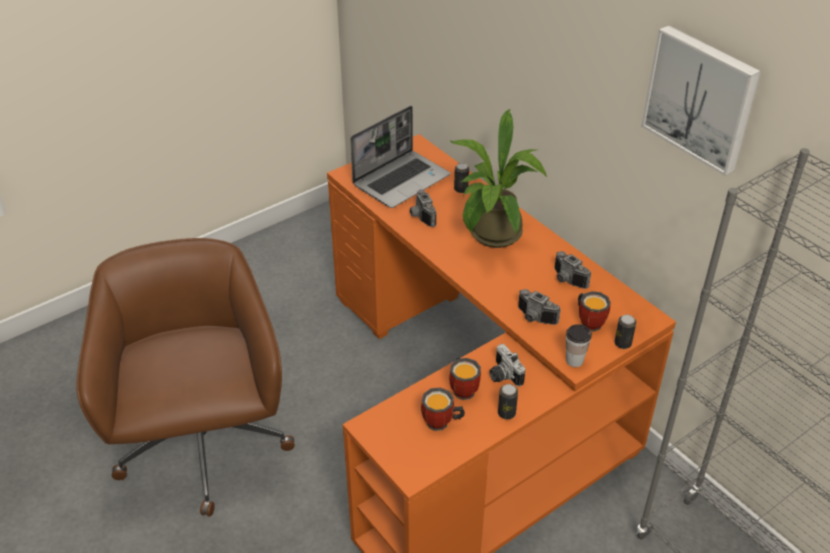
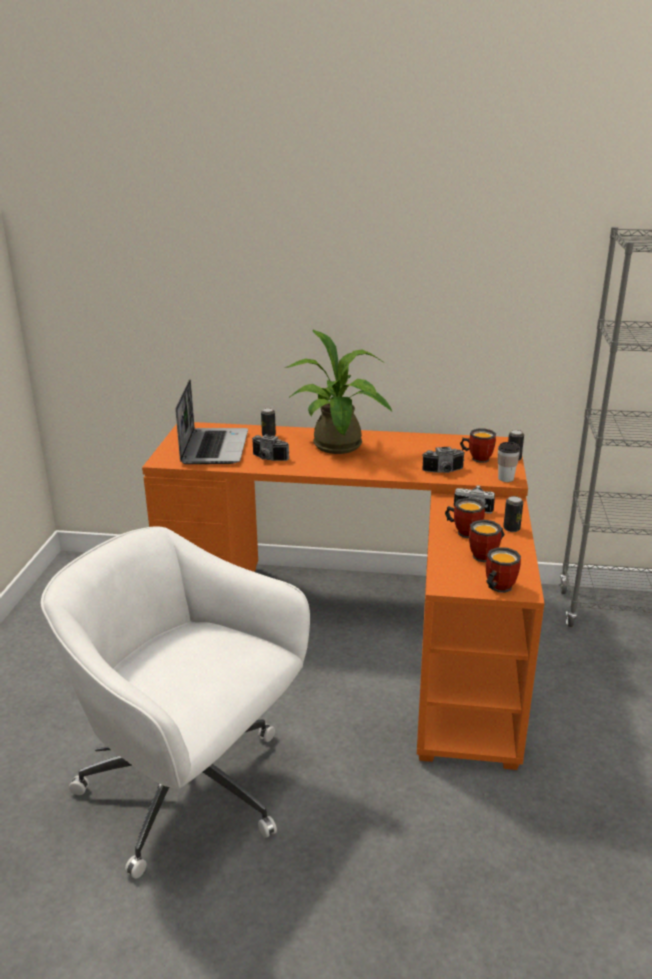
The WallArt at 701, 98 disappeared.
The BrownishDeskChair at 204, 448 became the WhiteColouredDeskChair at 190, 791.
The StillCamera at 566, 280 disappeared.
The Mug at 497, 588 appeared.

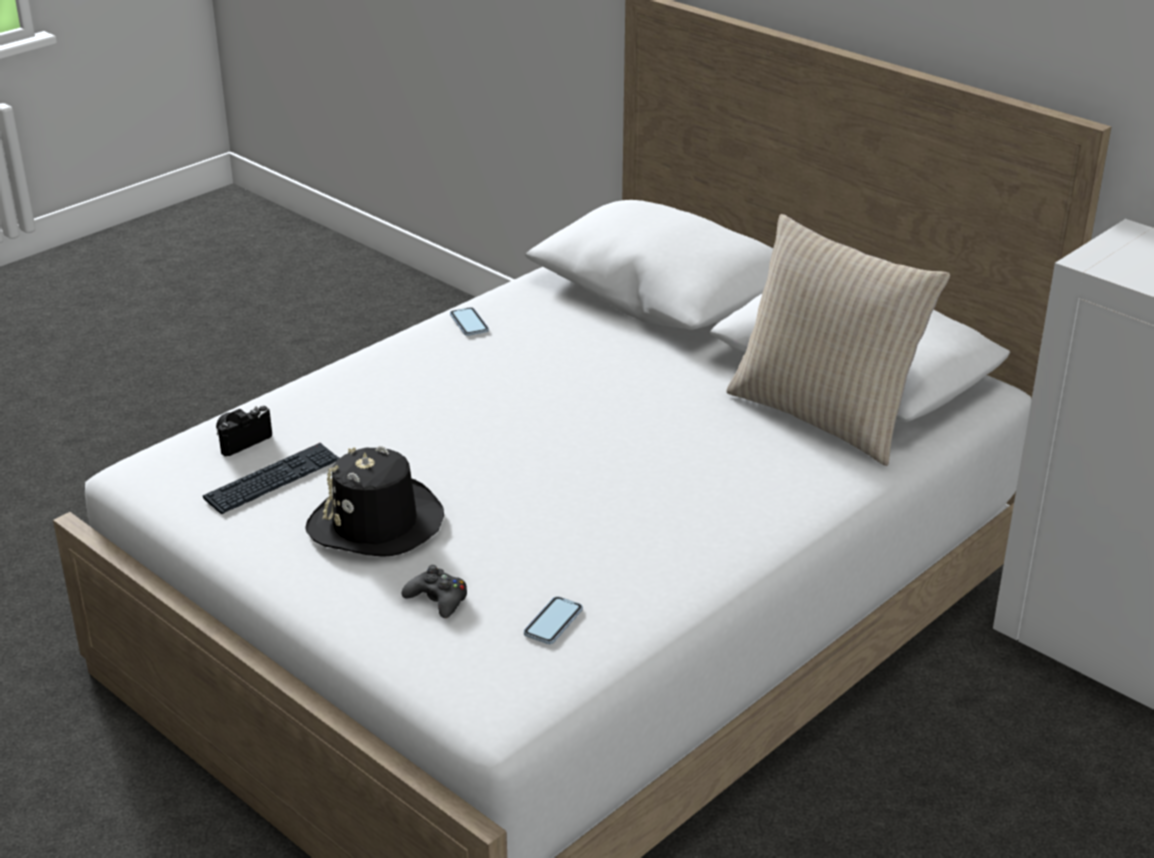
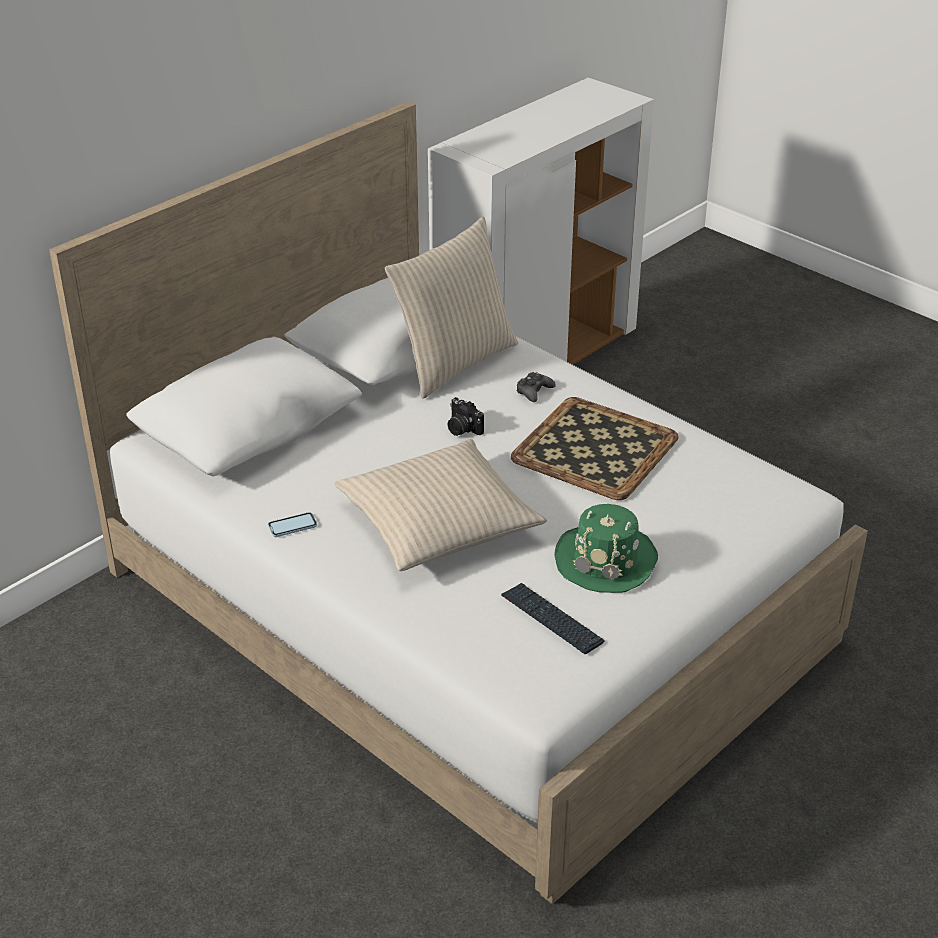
The StillCamera moved from 241, 440 to 462, 428.
The BlackishWearableHat at 375, 523 became the GreenishWearableHat at 606, 560.
The BlackishJoypad moved from 438, 599 to 534, 391.
The Phone at 553, 622 disappeared.
The Tray at 594, 447 appeared.
The BeigeColouredPillow at 438, 521 appeared.

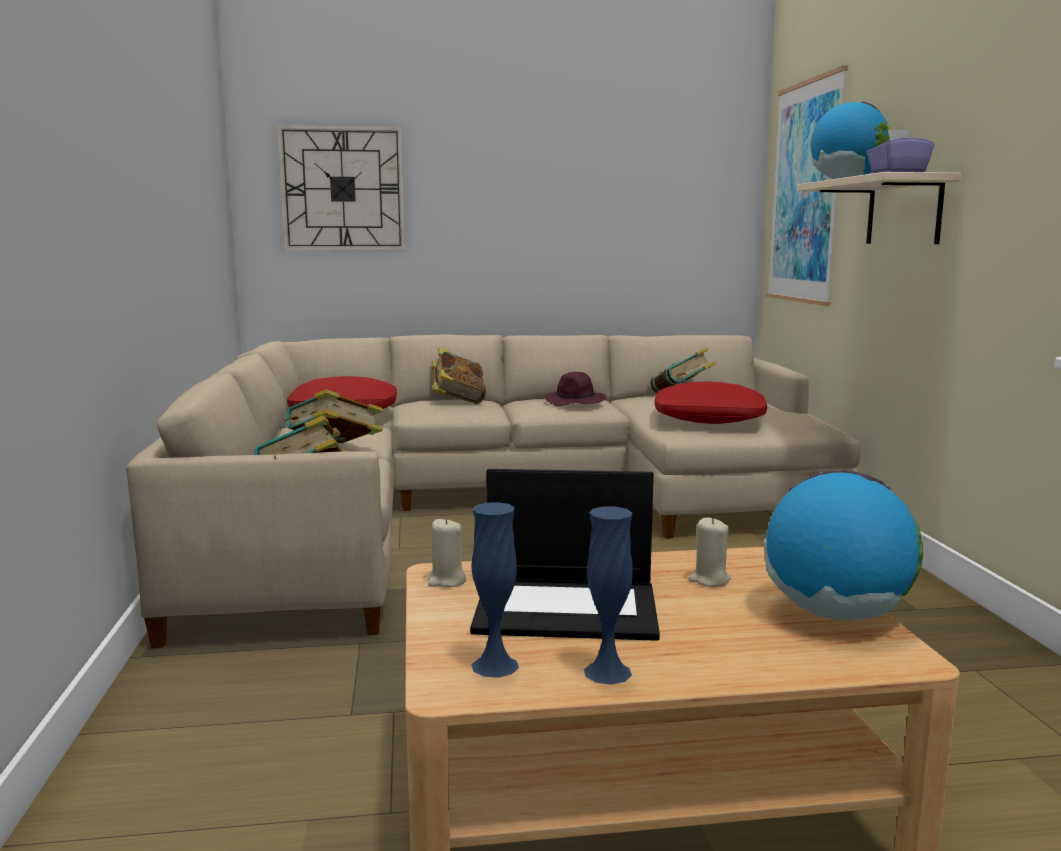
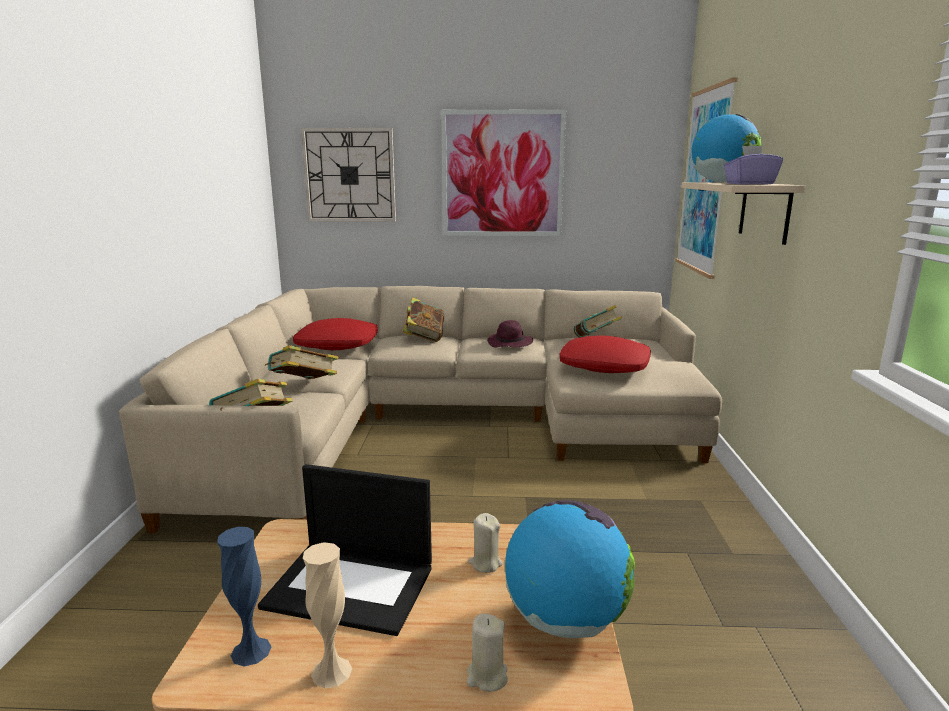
The BlueVase at 607, 672 became the BeigeColouredVase at 331, 671.
The BeigeColouredWaxLight moved from 446, 581 to 487, 676.
The WallArt at 502, 174 appeared.

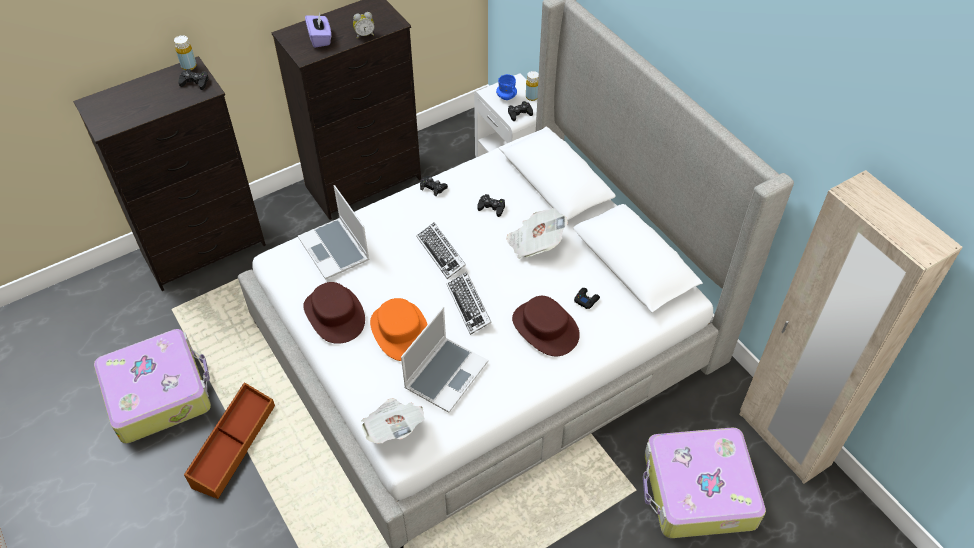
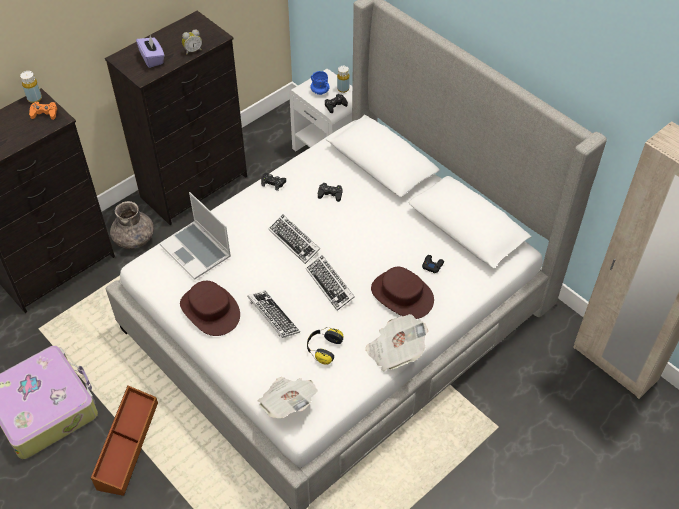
The BlackishJoypad at 195, 82 became the OrangeColouredJoypad at 44, 113.
The Newspaper moved from 535, 243 to 395, 351.
The OrangeColouredWearableHat at 400, 331 was replaced by the PcKeyboard at 273, 316.
The NotebookComputer at 446, 374 was replaced by the PairOfHeadphones at 323, 348.
The TravelCase at 698, 491 disappeared.
The GrayVase at 134, 238 appeared.

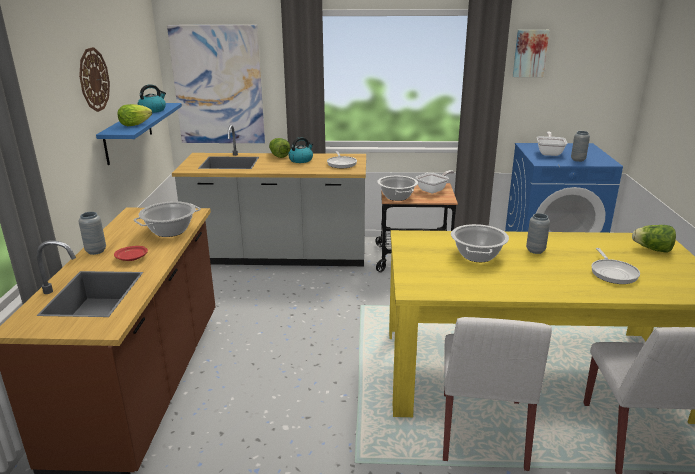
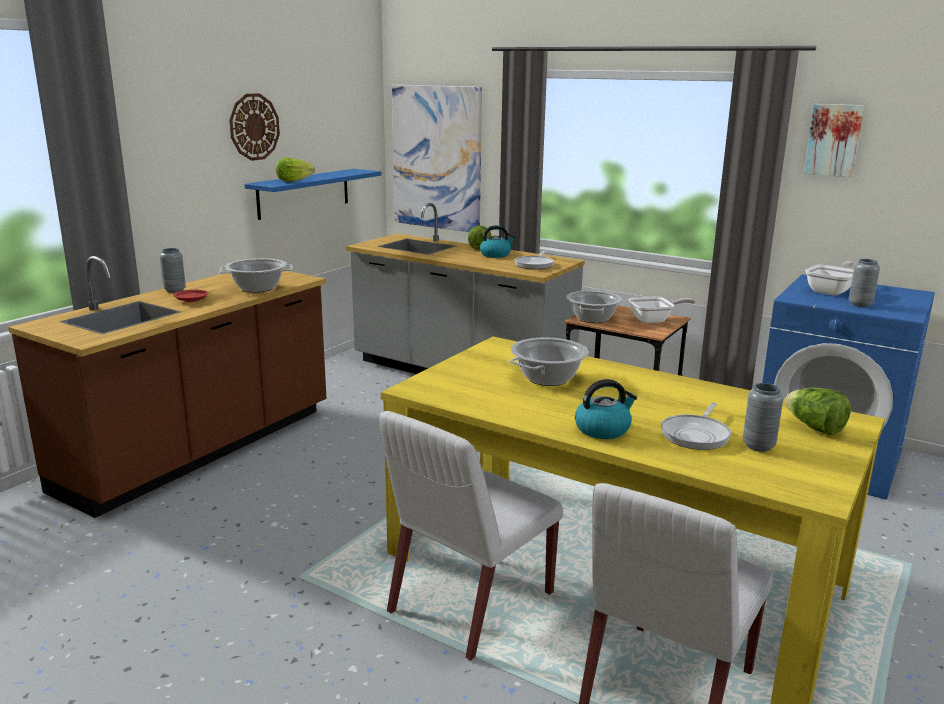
The TeaKettle moved from 153, 110 to 603, 429.
The GrayVase moved from 535, 250 to 758, 446.

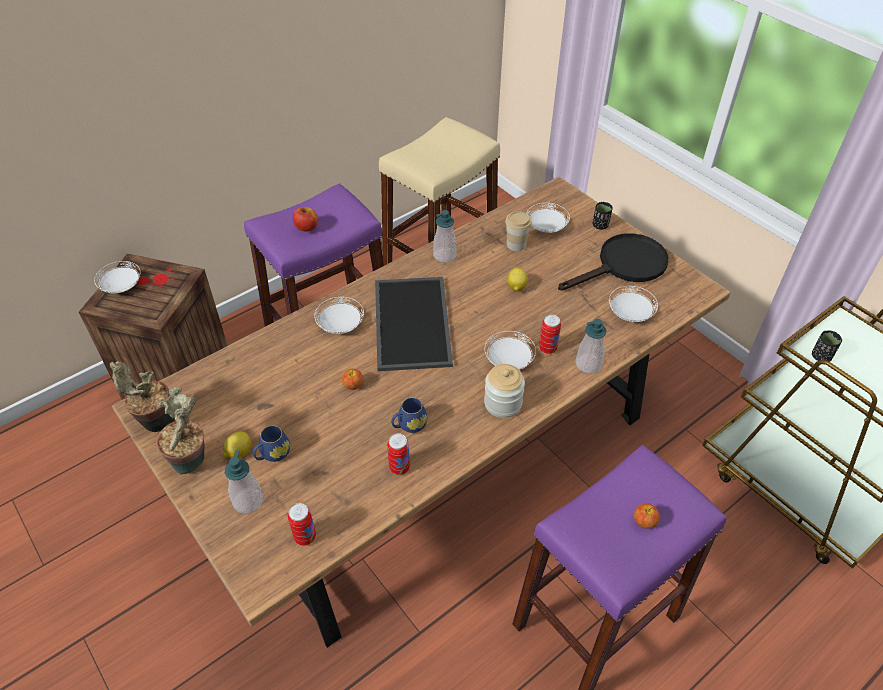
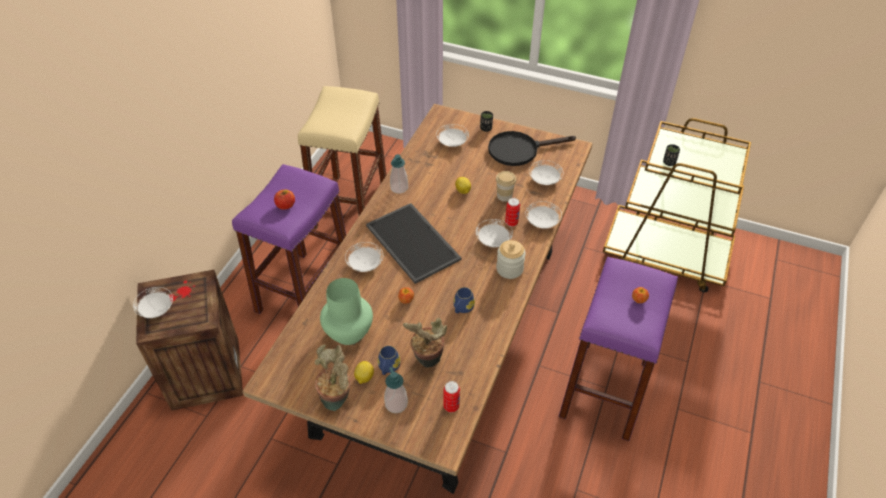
The DrinkingCup moved from 516, 244 to 504, 196.
The BlackishSkillet at 624, 266 turned 135 degrees counterclockwise.
The SoapDispenser at 588, 364 was replaced by the WhiteColouredDinnerPlate at 542, 222.
The Houseplant moved from 156, 423 to 427, 361.
The Can at 399, 468 disappeared.
The GreenishVase at 348, 332 appeared.

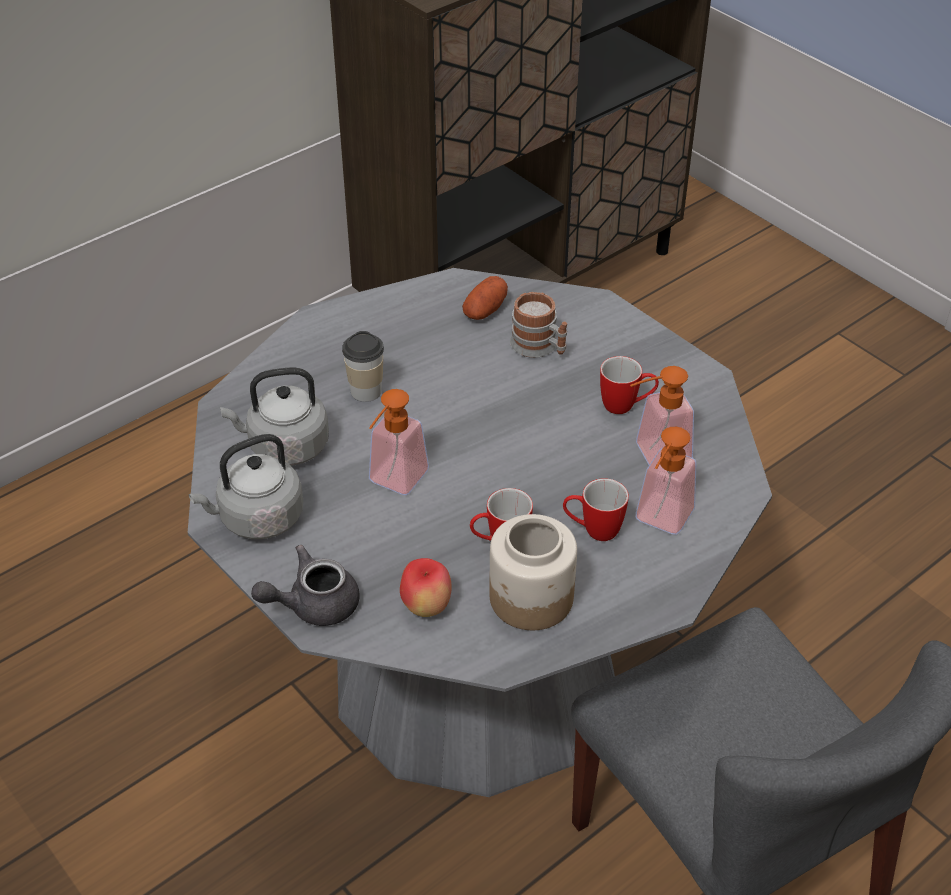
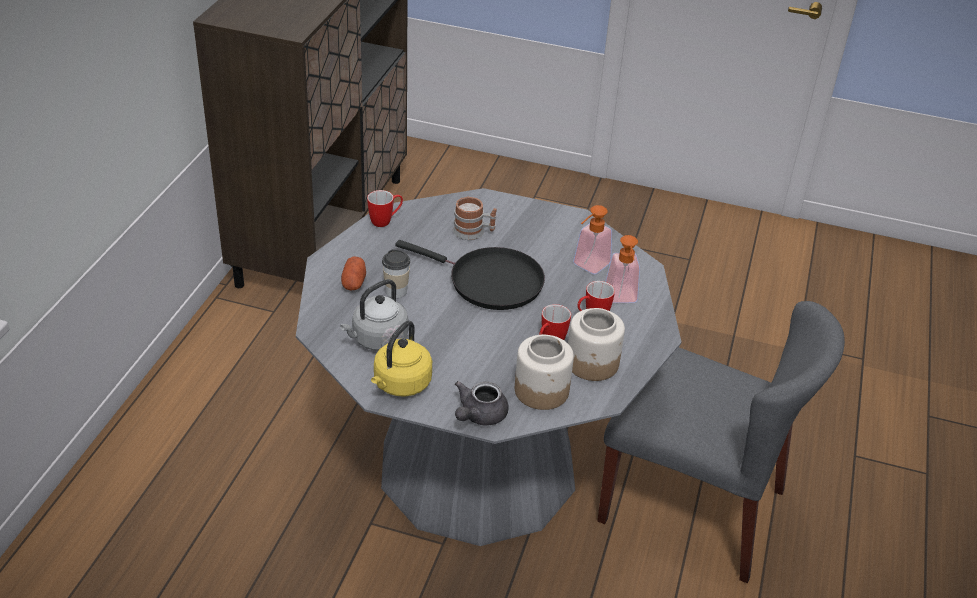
The Spud moved from 485, 310 to 354, 282.
The Mug moved from 626, 406 to 385, 221.
The SoapDispenser at 393, 483 disappeared.
The GrayTeaKettle at 257, 518 became the YellowishTeaKettle at 400, 384.
The Apple at 426, 606 was replaced by the PreserveJar at 542, 390.
The BlackishSkillet at 490, 282 appeared.

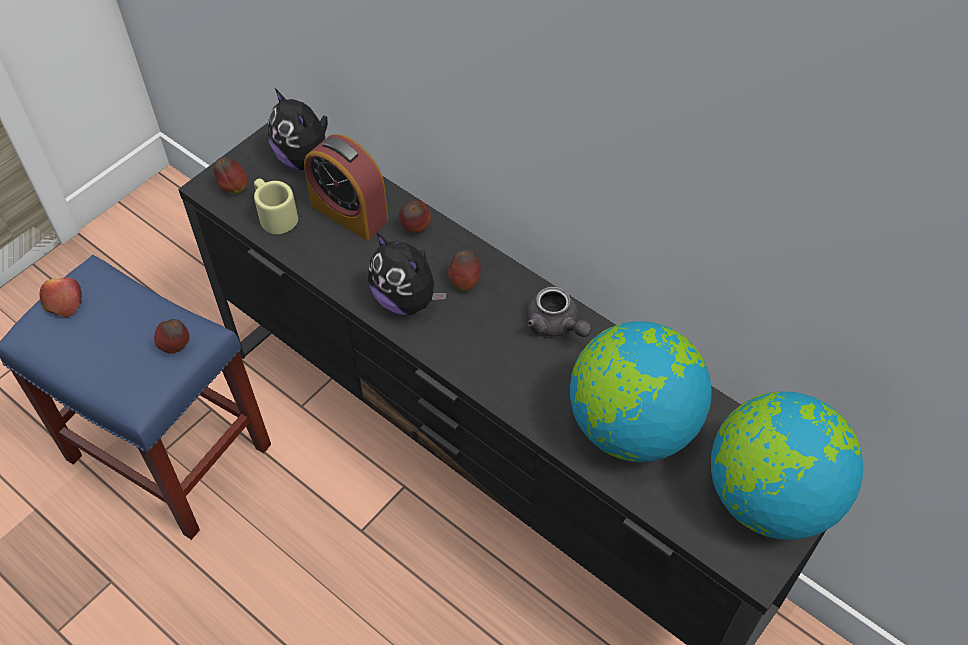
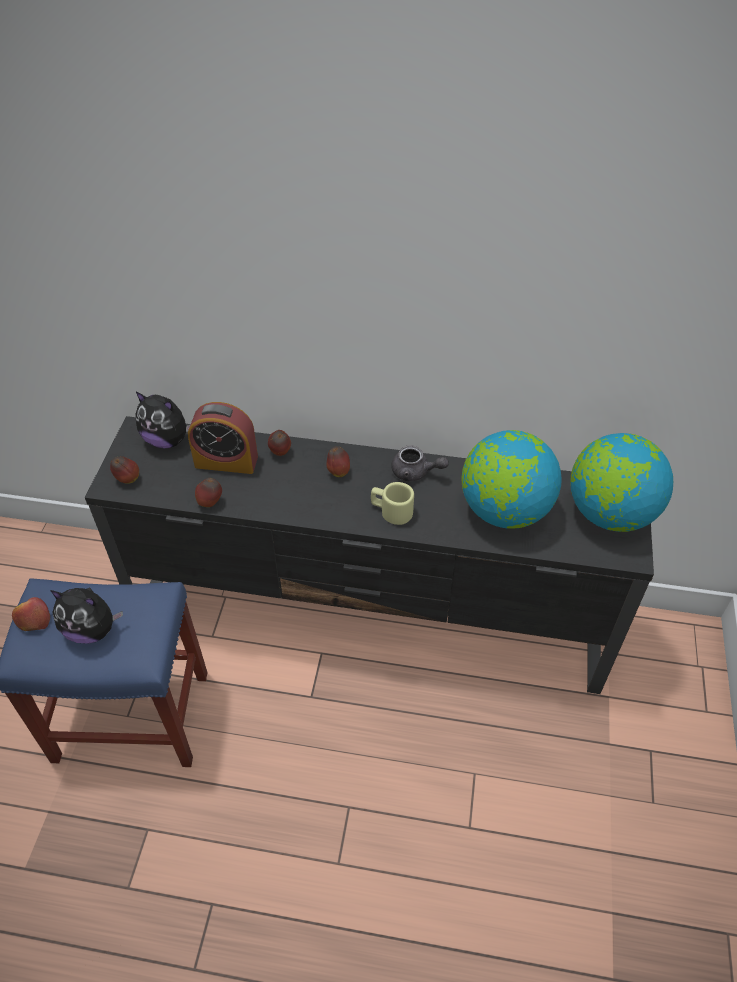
The BeigeColouredMug moved from 275, 215 to 391, 511.
The PlushToy moved from 407, 300 to 92, 629.
The Apple moved from 176, 347 to 210, 502.

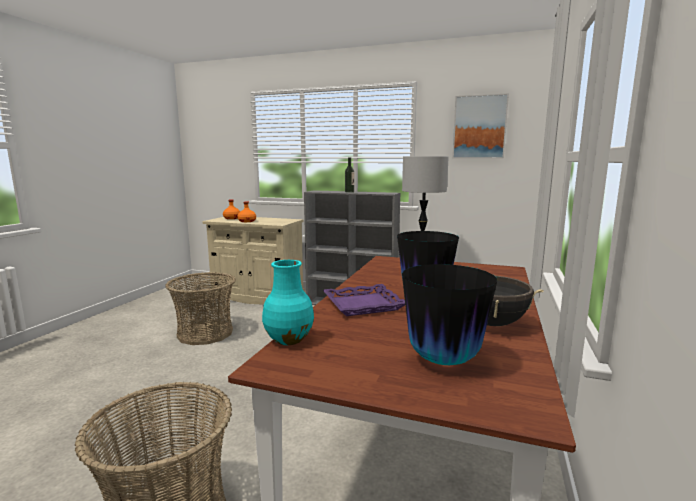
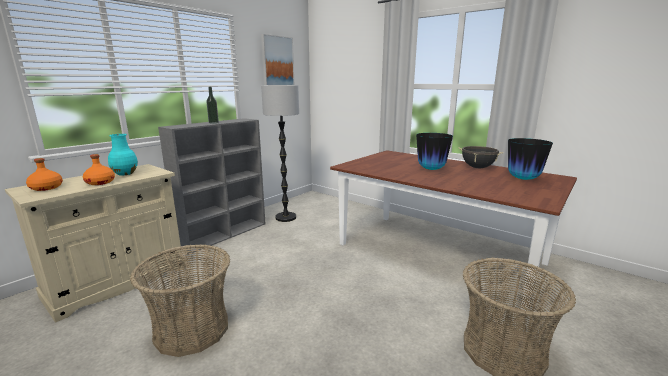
The TurquoiseColouredVase moved from 288, 340 to 125, 173.
The PurpleColouredTray at 363, 304 disappeared.

